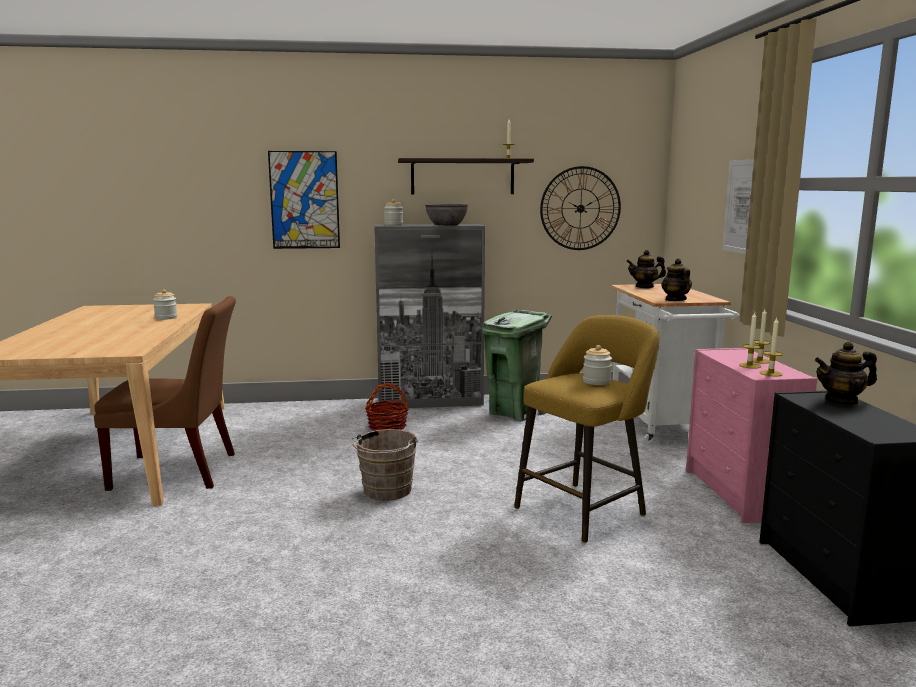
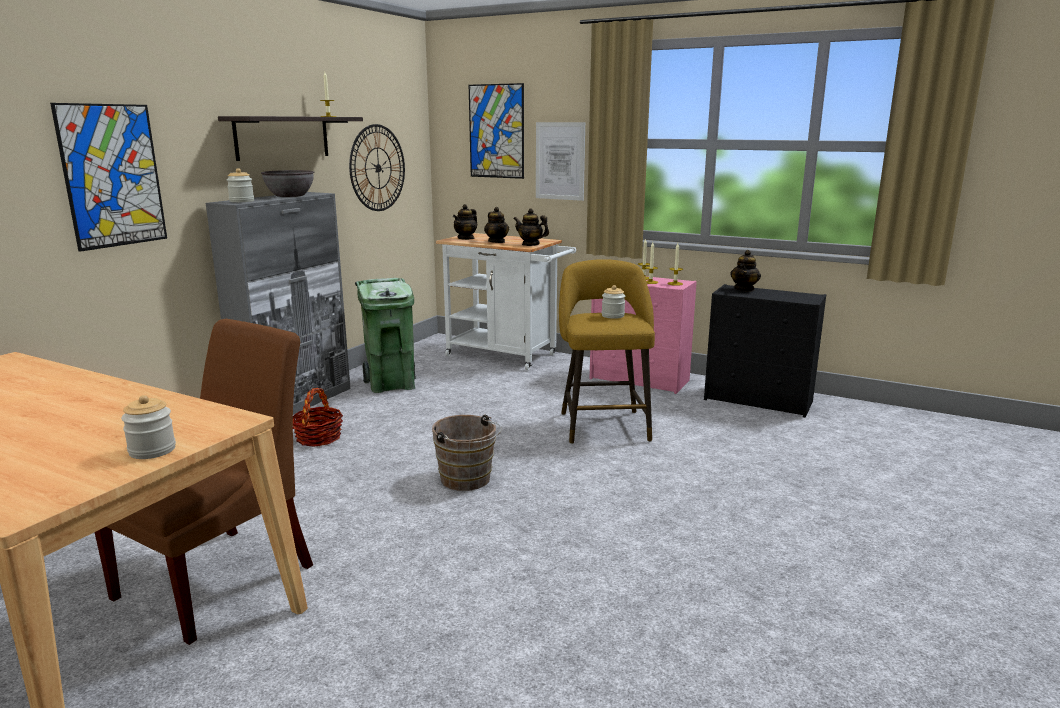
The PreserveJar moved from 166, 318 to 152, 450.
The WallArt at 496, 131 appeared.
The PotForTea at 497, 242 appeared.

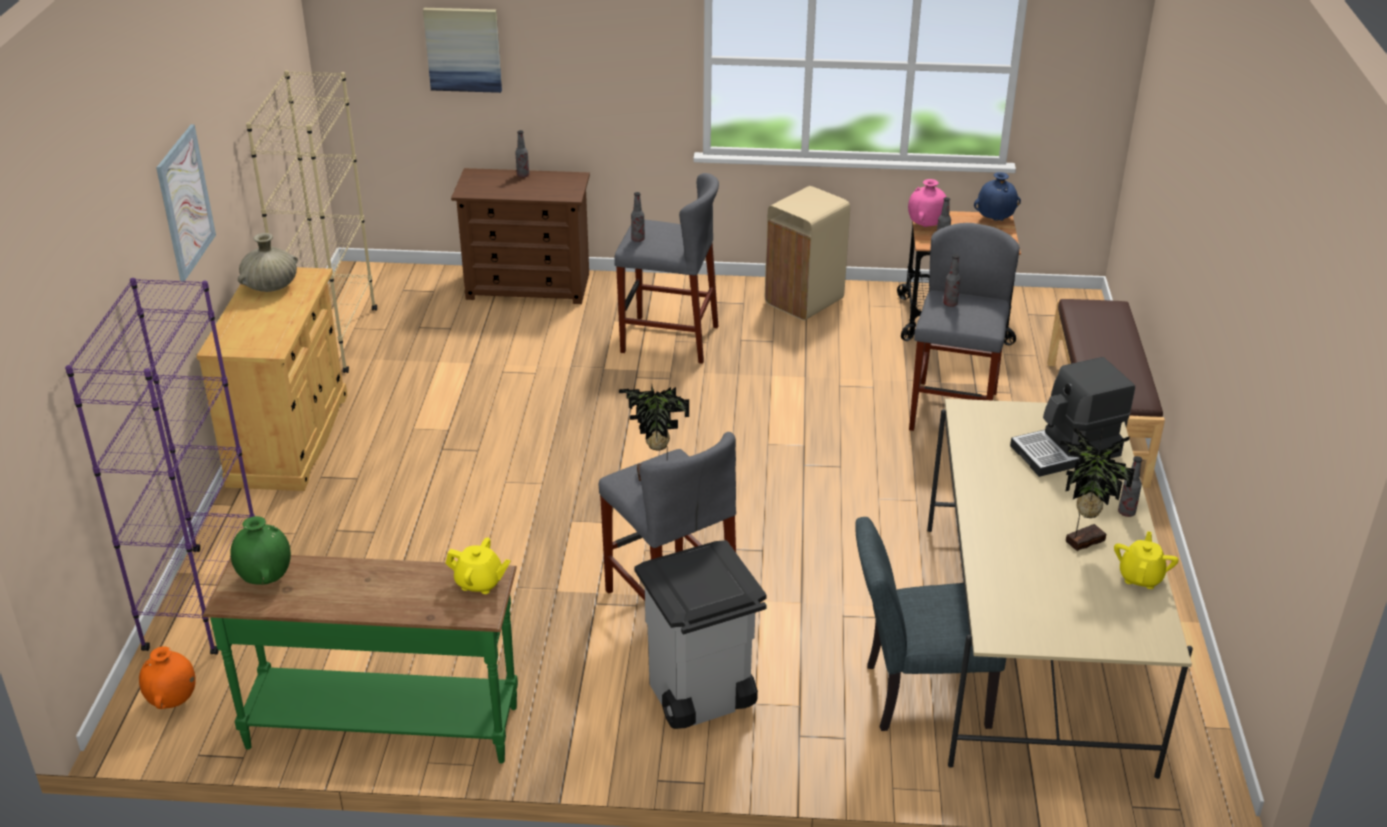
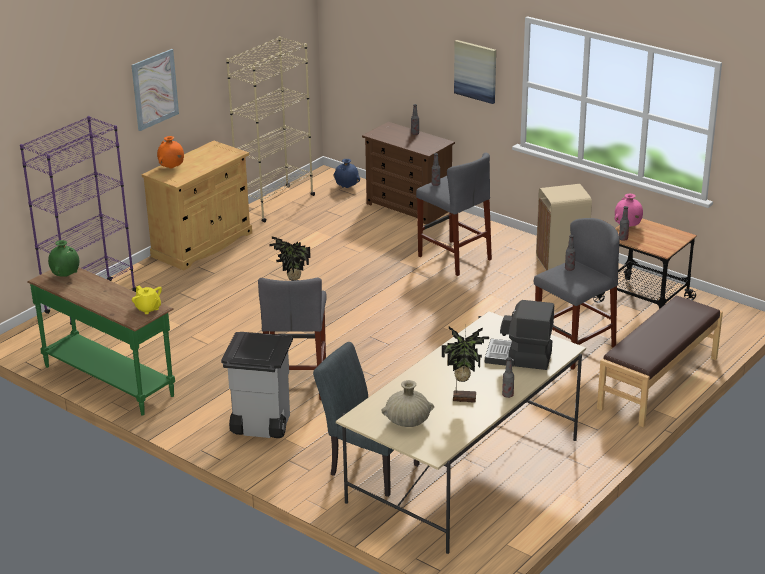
The WallArt moved from 463, 49 to 475, 71.
The BlueVase moved from 995, 219 to 347, 187.
The BeigeColouredVase moved from 270, 286 to 407, 421.
The YellowishPotForTea at 1140, 577 disappeared.
The OrangeColouredVase moved from 173, 701 to 171, 168.

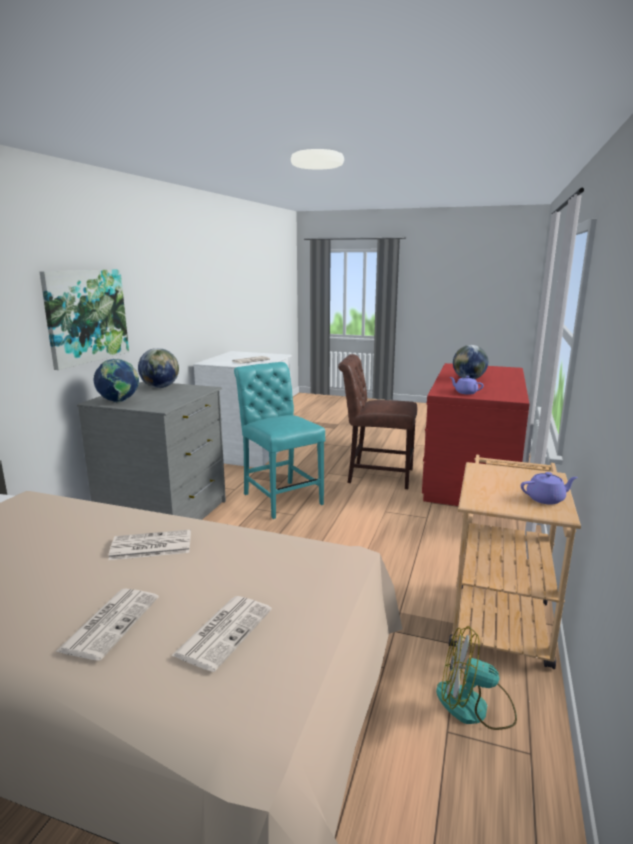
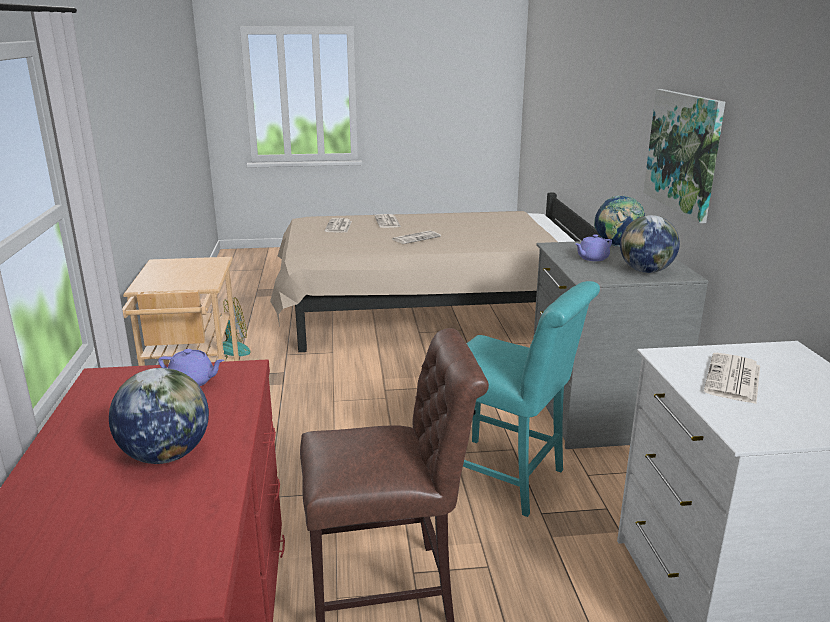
The PurpleColouredPotForTea moved from 546, 499 to 592, 258.

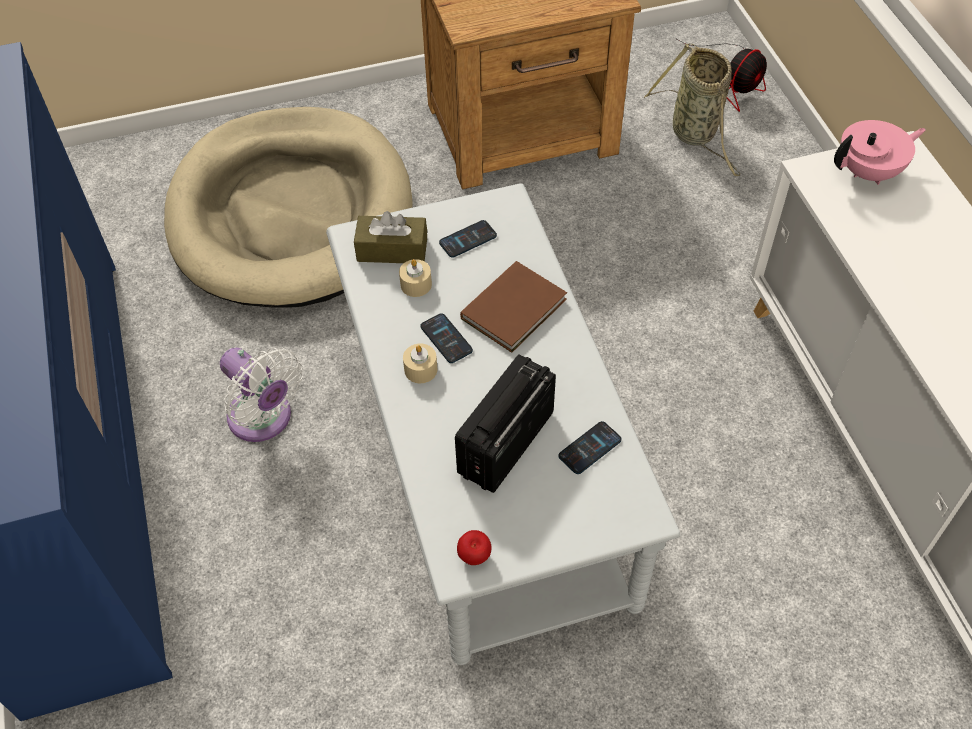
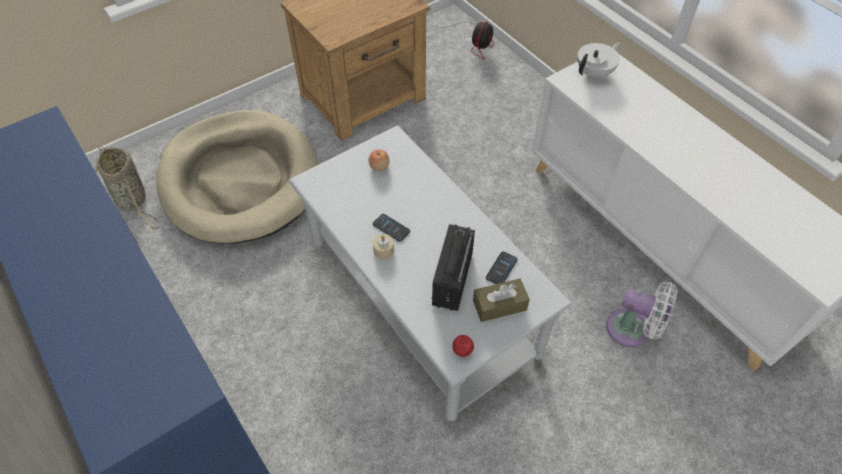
The Basket moved from 696, 134 to 133, 201.
The PinkColouredPotForTea at 869, 172 became the WhiteColouredPotForTea at 594, 73.
The BrownishTissueBox moved from 392, 249 to 499, 305.
The Phone at 468, 239 was replaced by the Apple at 379, 166.
The BeigeColouredWaxLight at 416, 284 disappeared.
The BrownishBoundBook at 516, 308 disappeared.
The WhiteColouredFan moved from 264, 419 to 632, 330.

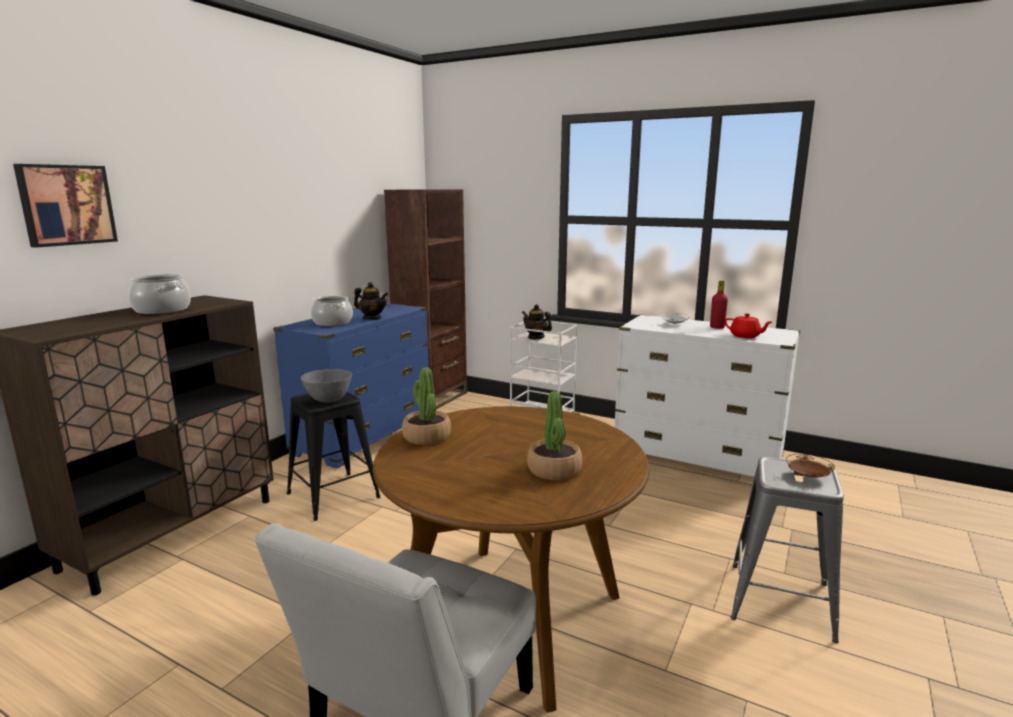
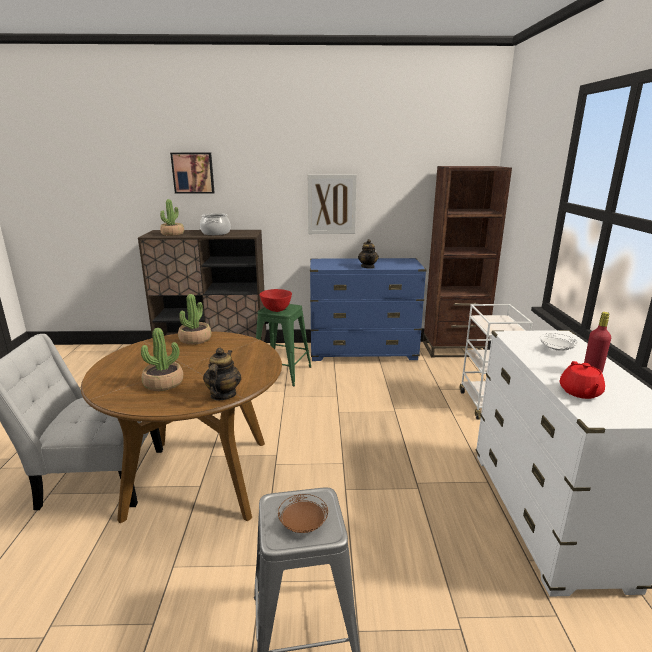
The Stockpot at 332, 323 disappeared.
The PotForTea moved from 536, 337 to 223, 395.
The GrayServingBowl at 329, 400 became the RedServingBowl at 276, 310.
The BlackishStoolSeat at 333, 495 became the GreenishStoolSeat at 282, 373.
The WallArt at 331, 204 appeared.
The Houseplant at 172, 234 appeared.

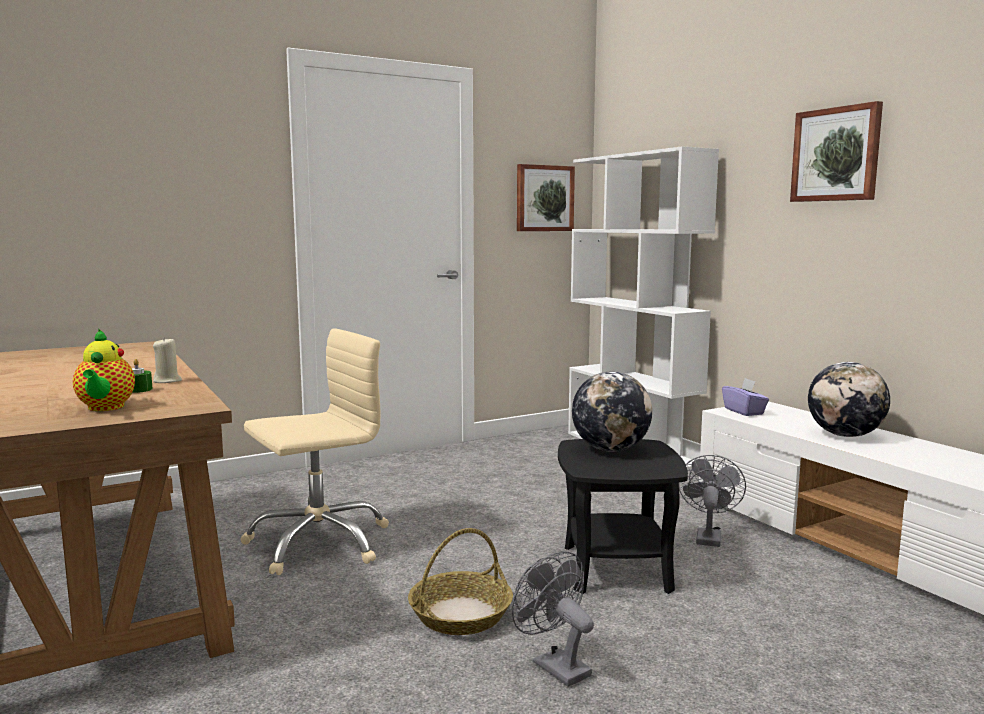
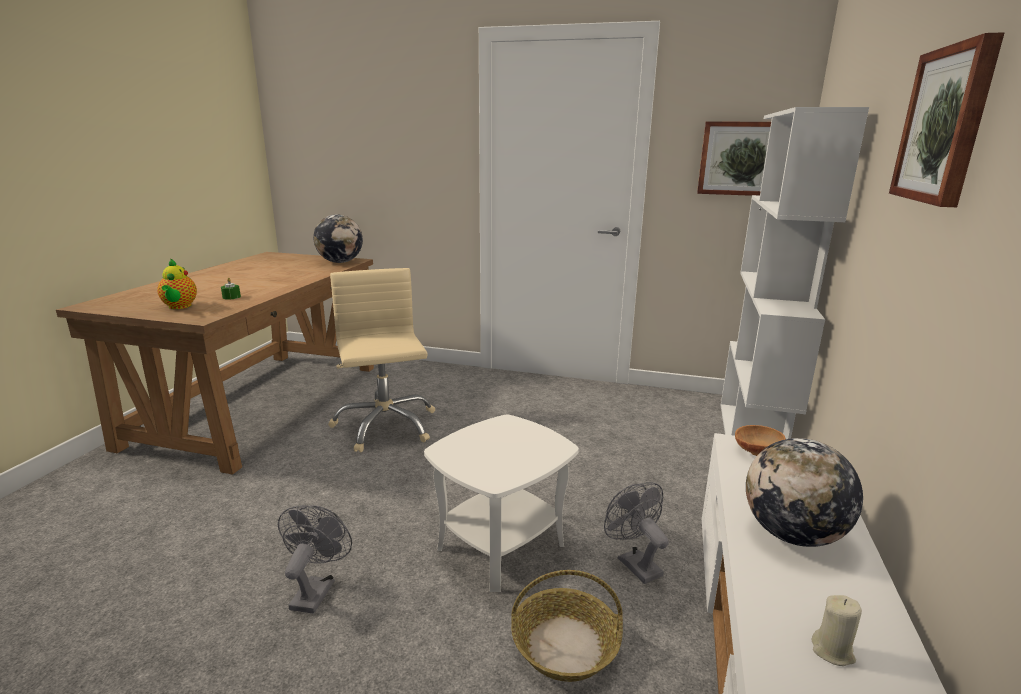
The PotForTea at 105, 408 turned 45 degrees counterclockwise.
The BeigeColouredDeskChair at 318, 542 turned 120 degrees counterclockwise.
The BeigeColouredWaxLight moved from 167, 381 to 833, 651.
The Globe moved from 610, 449 to 340, 262.
The PurpleColouredTissueBox at 744, 411 was replaced by the BrownishServingBowl at 756, 452.
The BlackishSideTable at 615, 567 became the WhiteColouredSideTable at 501, 545.
The GrayFan at 708, 536 turned 90 degrees counterclockwise.
The Basket moved from 461, 614 to 565, 645.

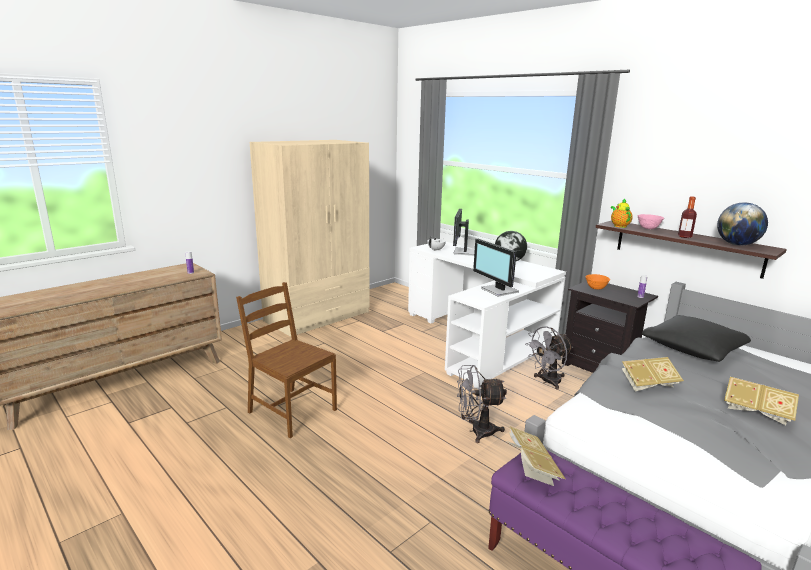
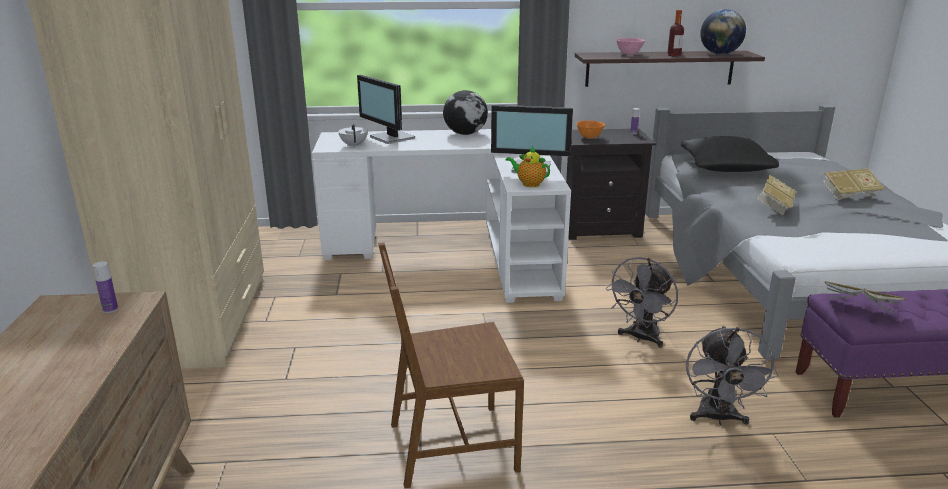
The PotForTea moved from 619, 226 to 529, 184.
The GrayFan moved from 547, 382 to 718, 418.

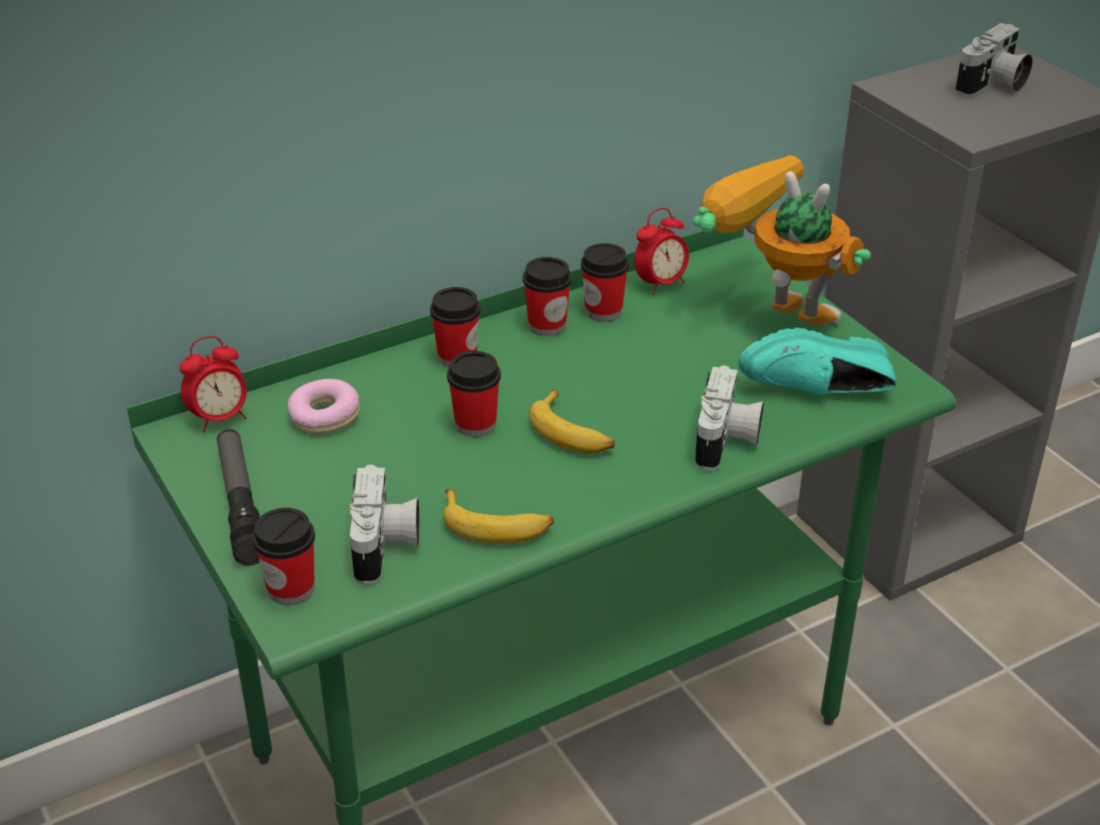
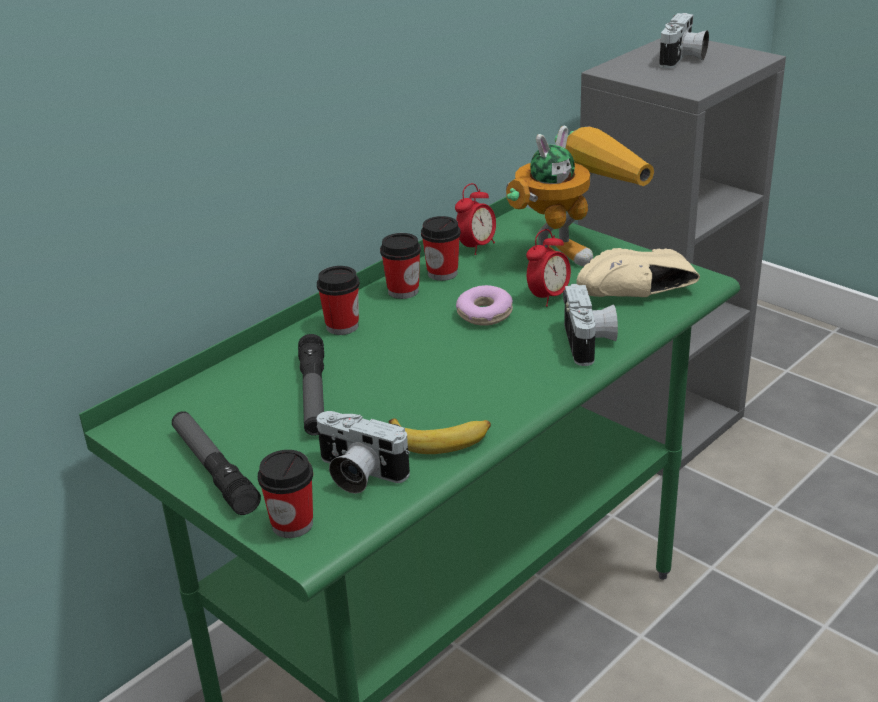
The RobotFigure at 770, 315 turned 120 degrees clockwise.
The TurquoiseColouredItemOfFootwear at 820, 393 became the BeigeColouredItemOfFootwear at 640, 297.
The AlarmClock moved from 220, 419 to 548, 297.
The DrinkingCup at 475, 424 disappeared.
The Donut moved from 324, 416 to 484, 314.
The WholeBanana at 572, 433 disappeared.
The StillCamera at 386, 546 turned 135 degrees clockwise.
The Torch at 313, 395 appeared.

